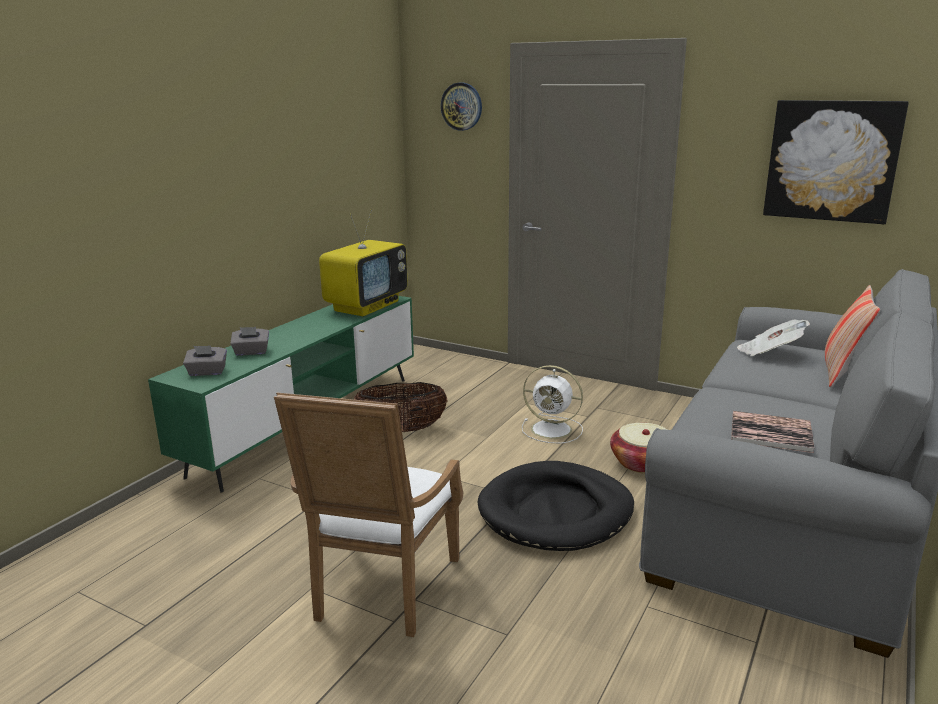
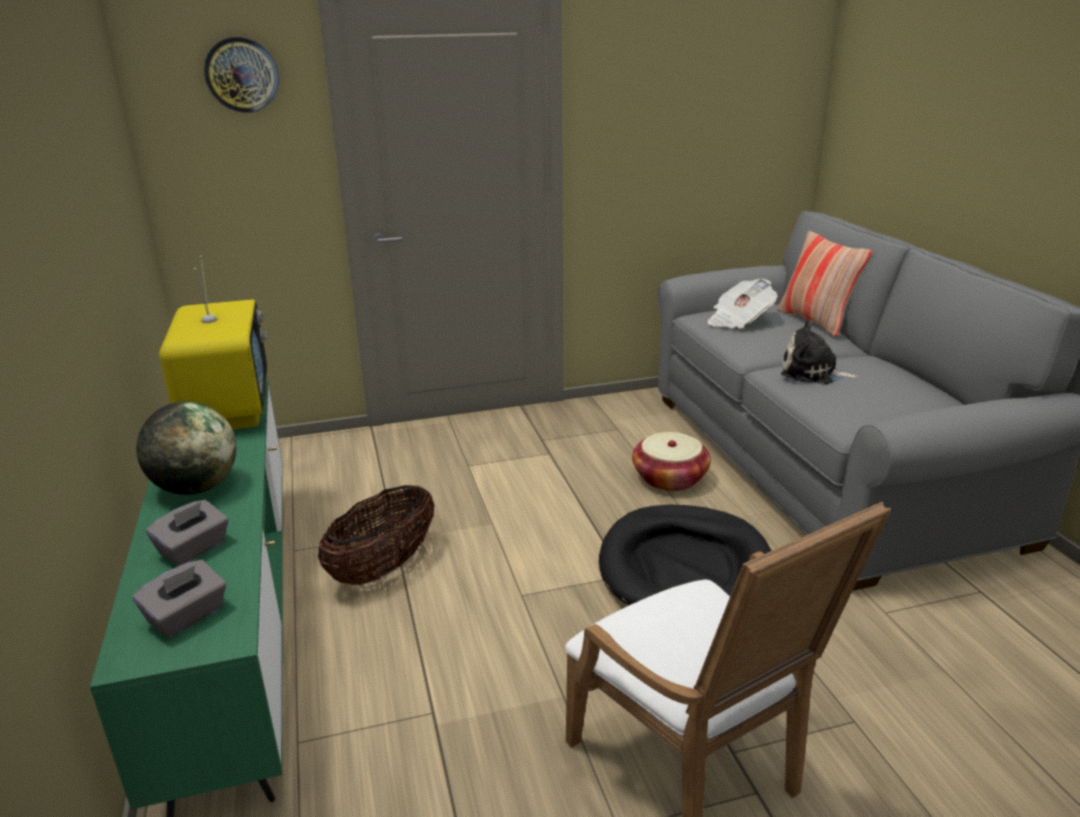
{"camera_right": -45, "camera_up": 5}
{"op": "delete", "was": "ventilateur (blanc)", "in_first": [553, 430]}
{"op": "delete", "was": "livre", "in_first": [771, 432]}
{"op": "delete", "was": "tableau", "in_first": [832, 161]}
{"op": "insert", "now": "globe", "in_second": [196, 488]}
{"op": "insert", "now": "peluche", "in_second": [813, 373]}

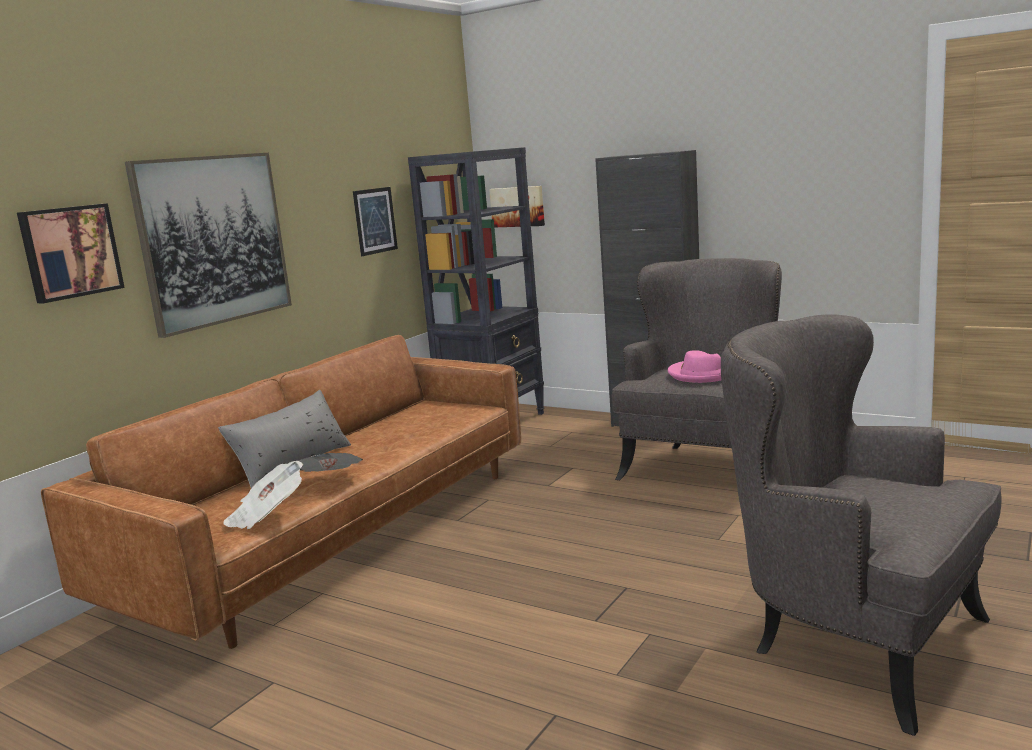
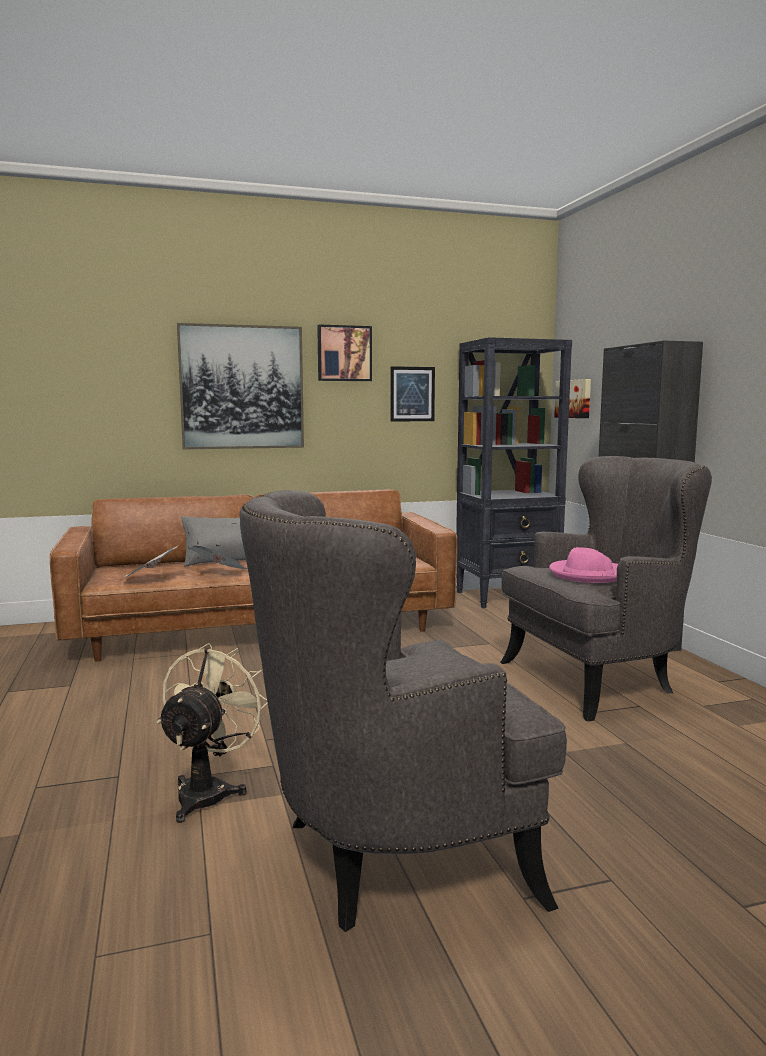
{"camera_right": 40, "camera_up": -5}
{"op": "move", "was": "tableau", "in_first": [70, 252], "in_second": [344, 353]}
{"op": "rotate", "was": "fauteuil (gris)", "in_first": [852, 639], "in_second": [388, 855], "clockwise": -105}
{"op": "insert", "now": "ventilateur (beige)", "in_second": [209, 791]}

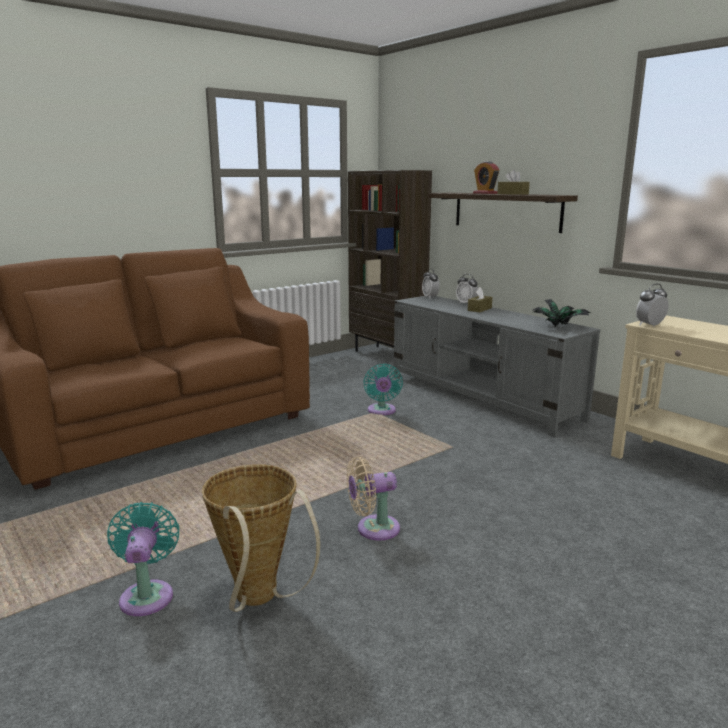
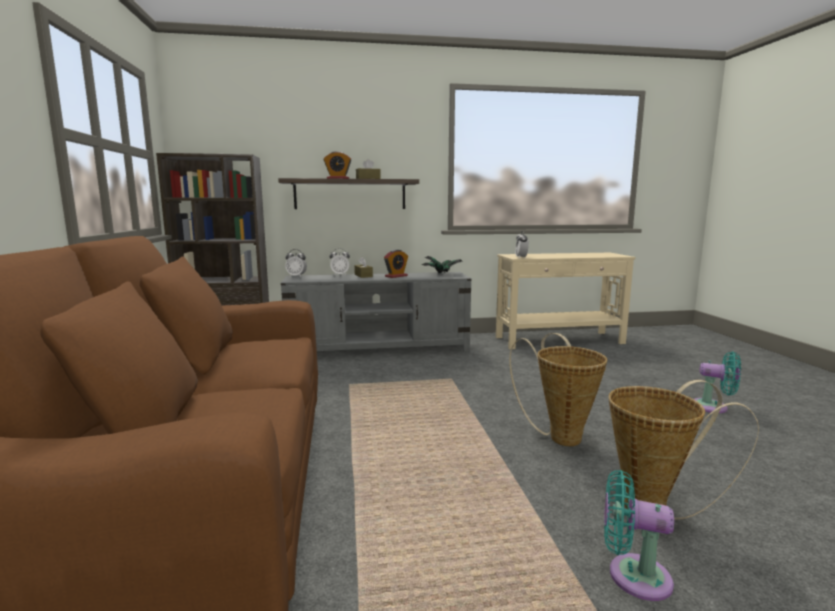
{"camera_right": -60, "camera_up": -5}
{"op": "replace", "was": "ventilateur (beige)", "now": "panier", "in_first": [373, 529], "in_second": [560, 436]}
{"op": "move", "was": "ventilateur (turquoise)", "in_first": [381, 411], "in_second": [713, 407]}
{"op": "insert", "now": "réveil", "in_second": [396, 276]}

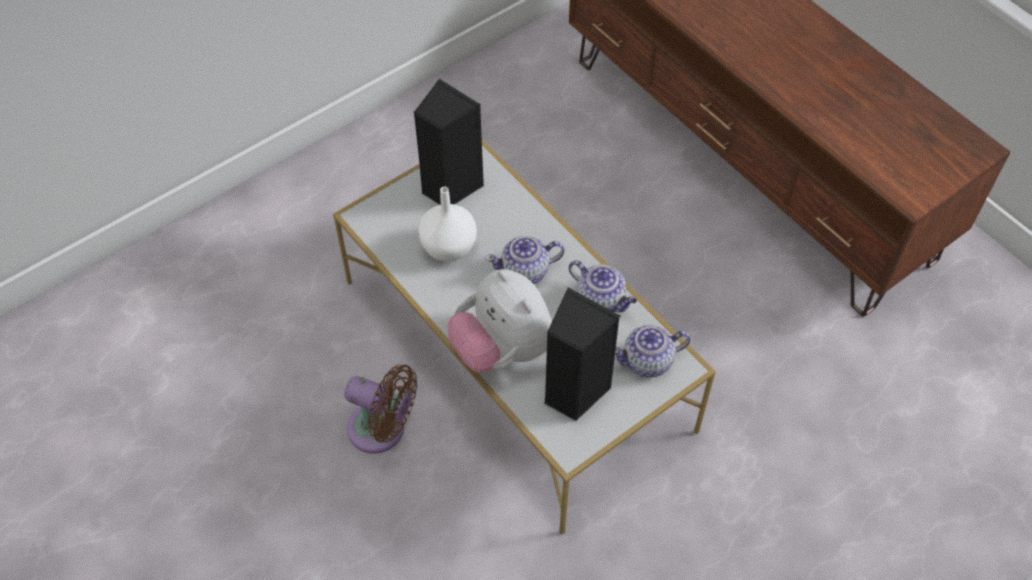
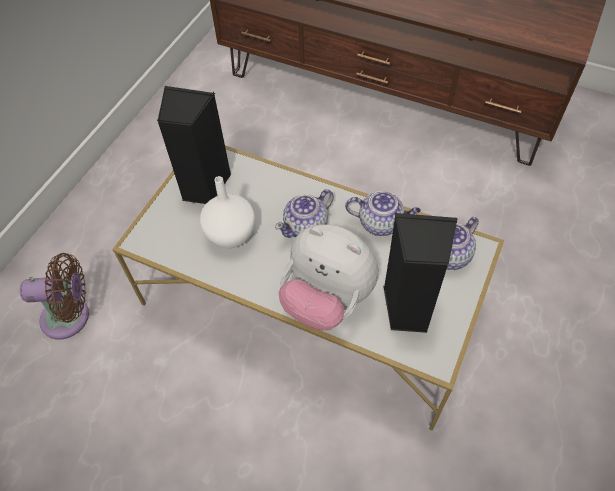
{"camera_right": -25, "camera_up": 0}
{"op": "move", "was": "ventilateur (marron)", "in_first": [382, 430], "in_second": [71, 317]}

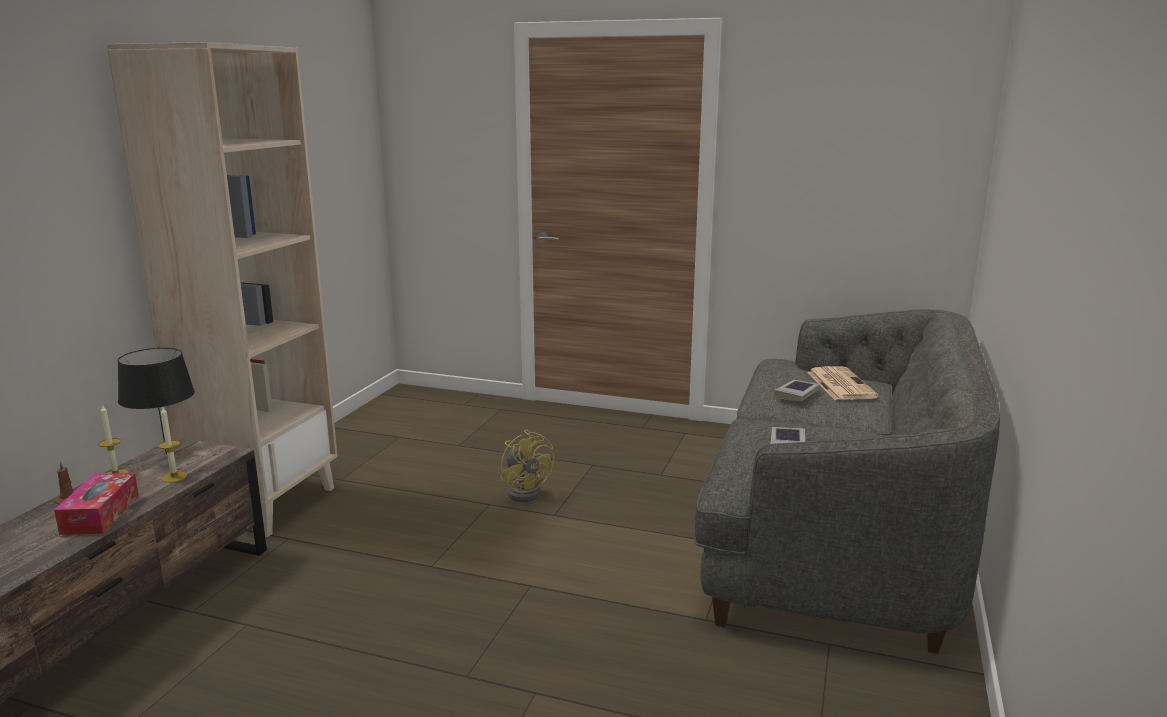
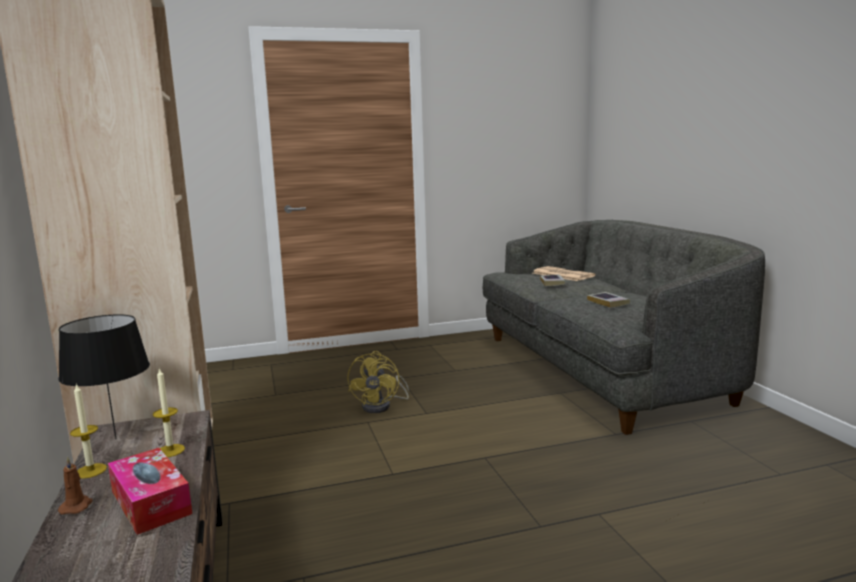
{"camera_right": -35, "camera_up": -5}
{"op": "rotate", "was": "ventilateur (jaune)", "in_first": [526, 491], "in_second": [382, 406], "clockwise": 75}

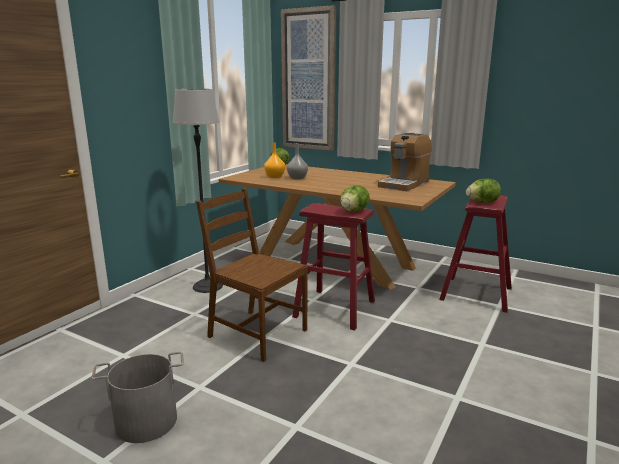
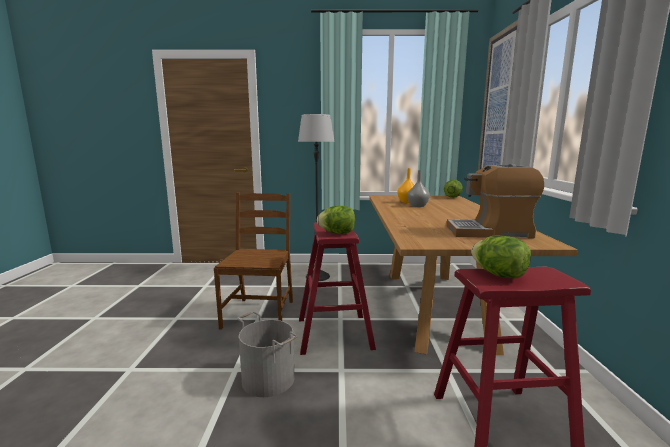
{"camera_right": 60, "camera_up": -5}
{"op": "move", "was": "seau (gris)", "in_first": [146, 421], "in_second": [269, 378]}

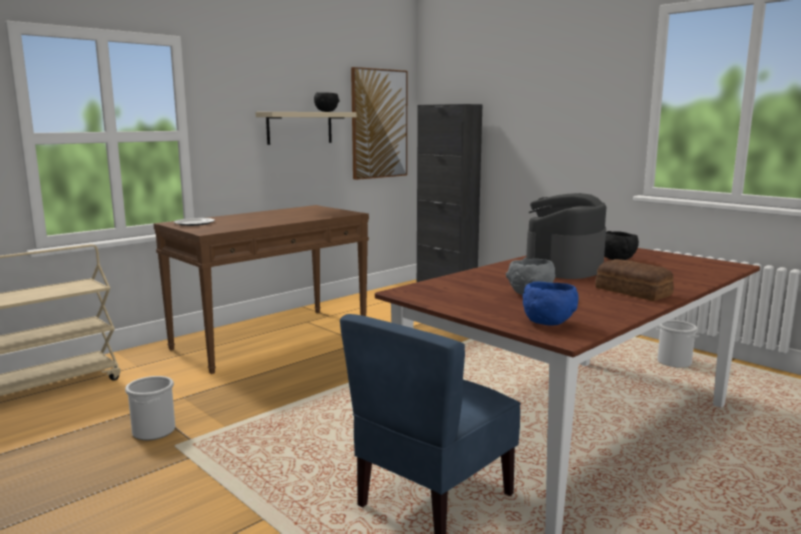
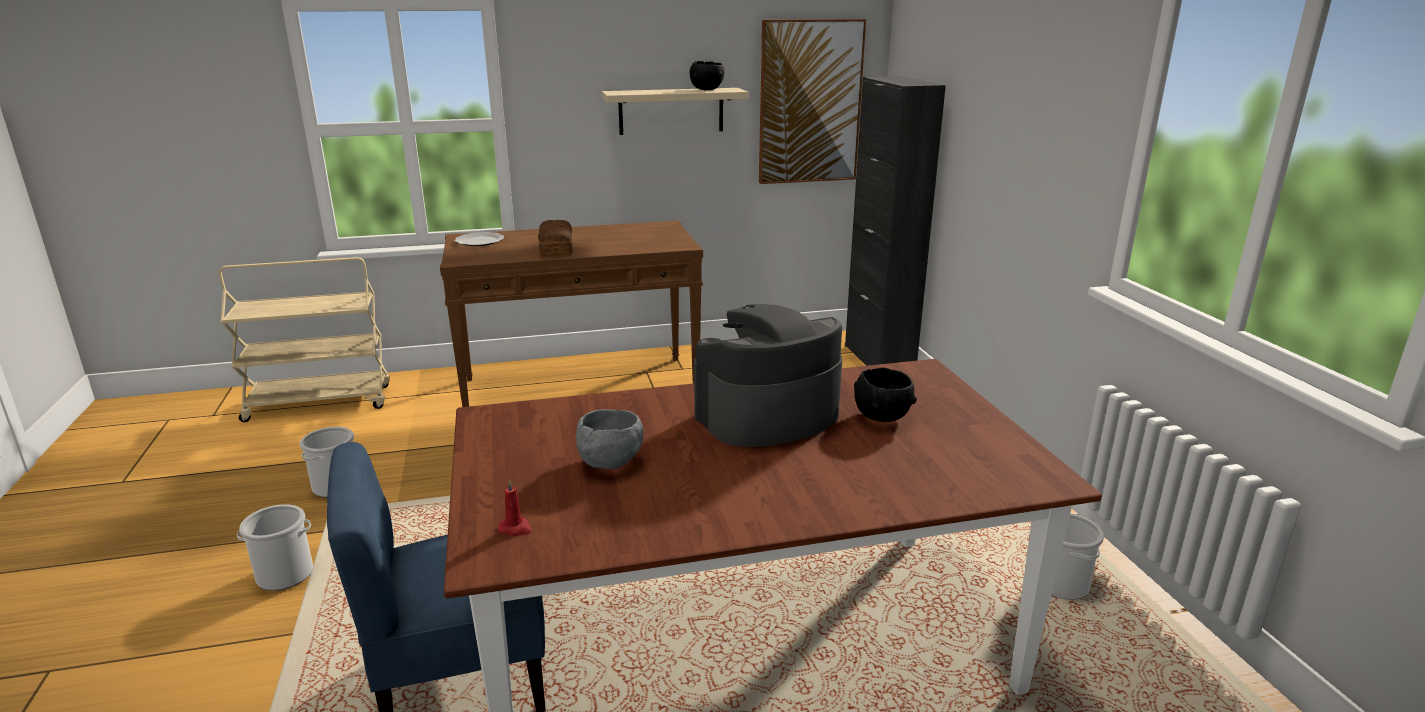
{"camera_right": 30, "camera_up": 10}
{"op": "replace", "was": "bol (bleu)", "now": "bougie (rouge)", "in_first": [548, 323], "in_second": [516, 529]}
{"op": "move", "was": "pain", "in_first": [633, 292], "in_second": [555, 249]}
{"op": "insert", "now": "seau", "in_second": [286, 574]}

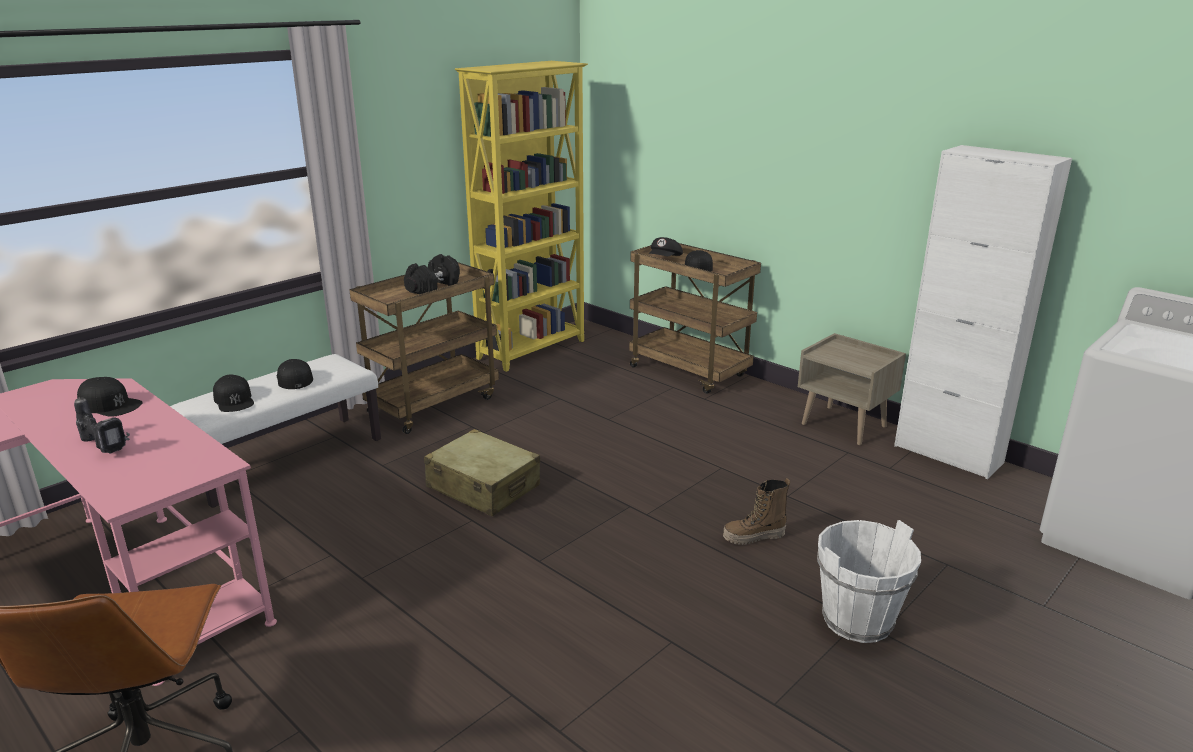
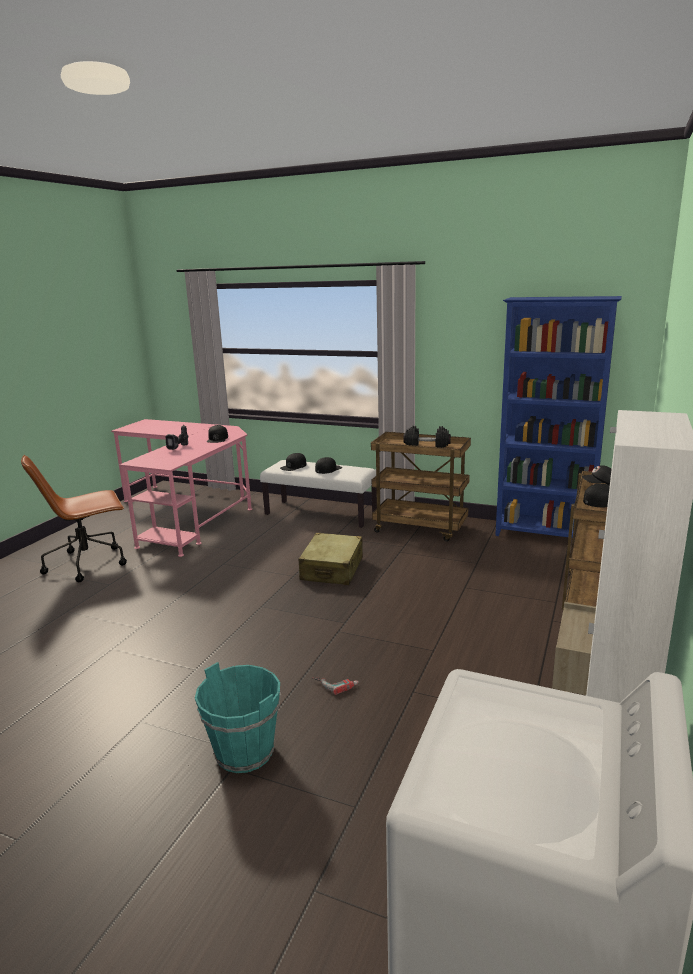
{"camera_right": 70, "camera_up": -5}
{"op": "recolor", "was": "bibliothèque (jaune)", "now": "bibliothèque (bleu)", "in_first": [533, 350], "in_second": [544, 535]}
{"op": "replace", "was": "botte", "now": "perceuse", "in_first": [754, 537], "in_second": [336, 683]}
{"op": "recolor", "was": "seau (blanc)", "now": "seau (turquoise)", "in_first": [857, 620], "in_second": [244, 752]}

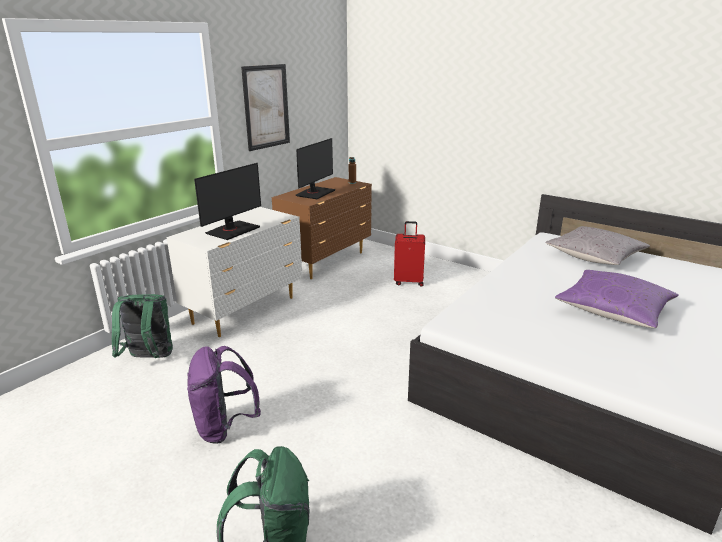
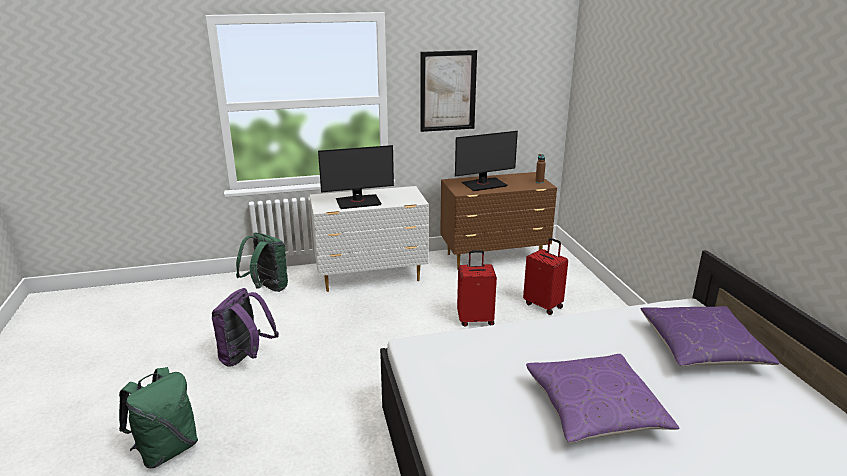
{"camera_right": 40, "camera_up": 0}
{"op": "recolor", "was": "coussin (gris)", "now": "coussin (violet)", "in_first": [594, 256], "in_second": [701, 349]}
{"op": "insert", "now": "valise (rouge)", "in_second": [475, 319]}

